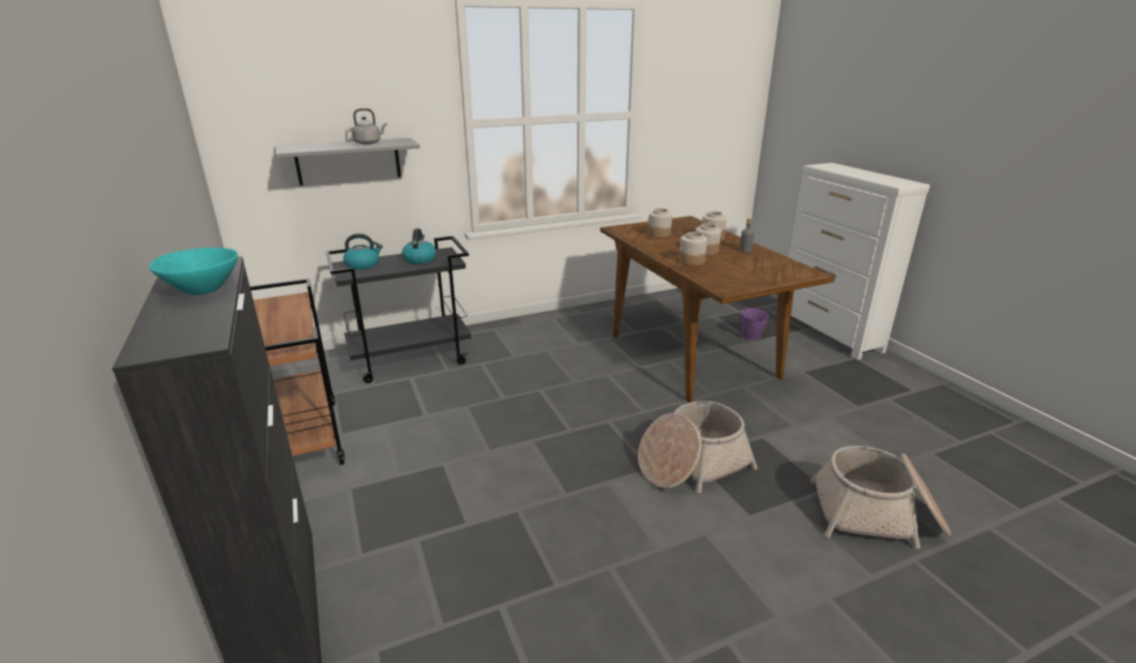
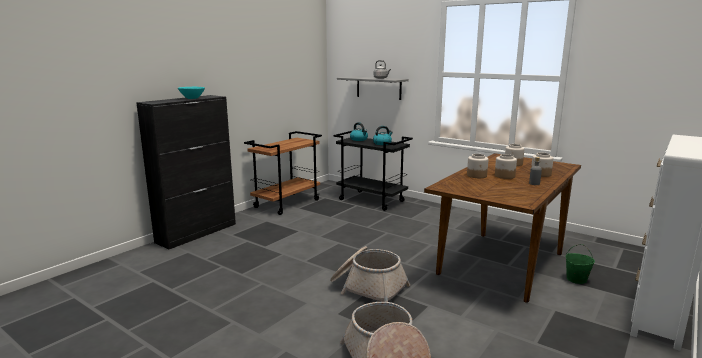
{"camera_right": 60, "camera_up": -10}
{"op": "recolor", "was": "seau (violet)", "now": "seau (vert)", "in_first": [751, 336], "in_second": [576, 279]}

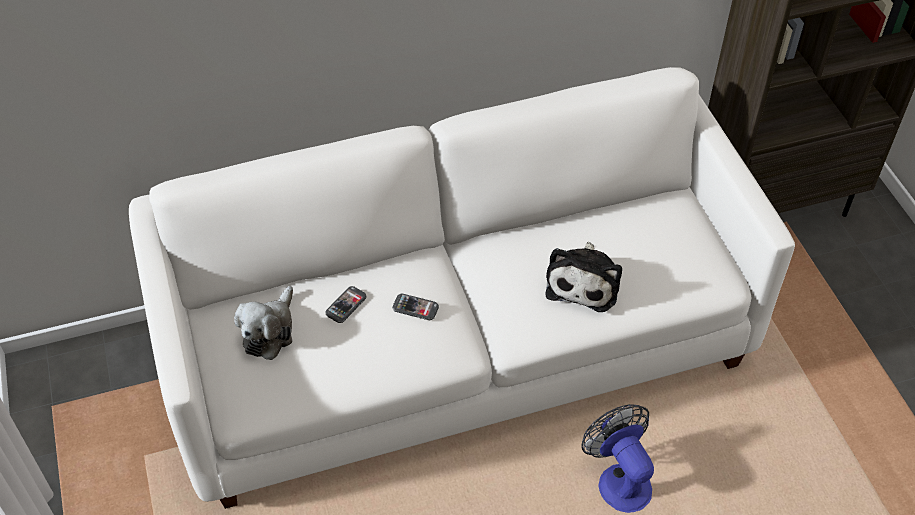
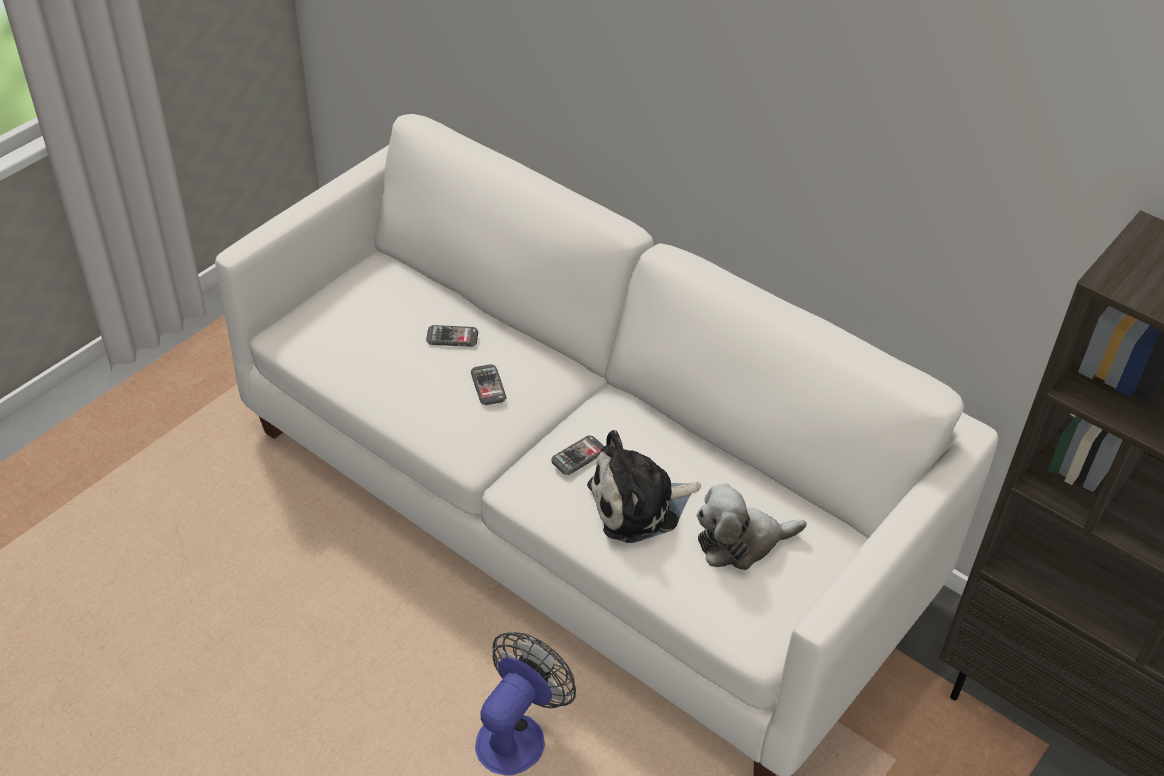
{"camera_right": 55, "camera_up": -5}
{"op": "move", "was": "peluche", "in_first": [270, 331], "in_second": [741, 542]}
{"op": "insert", "now": "téléphone", "in_second": [578, 456]}

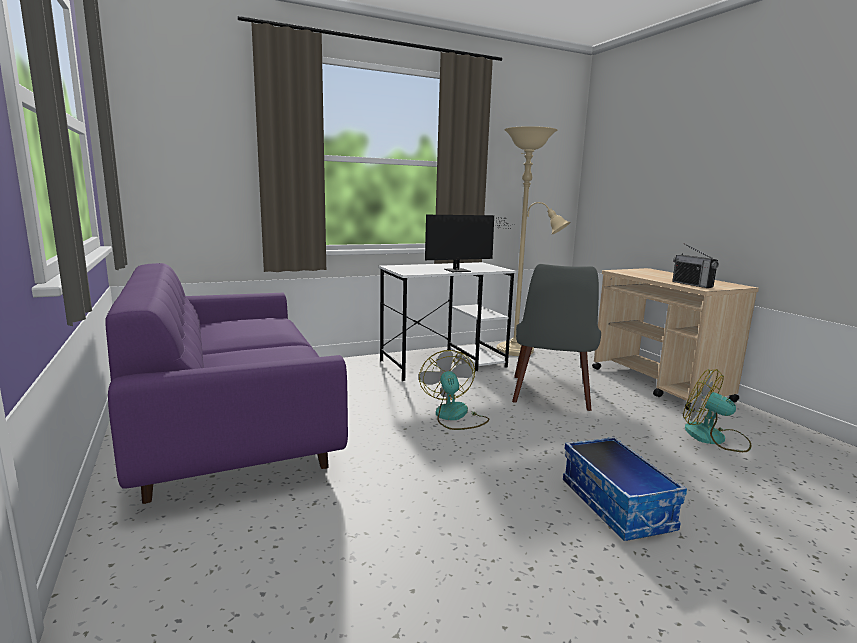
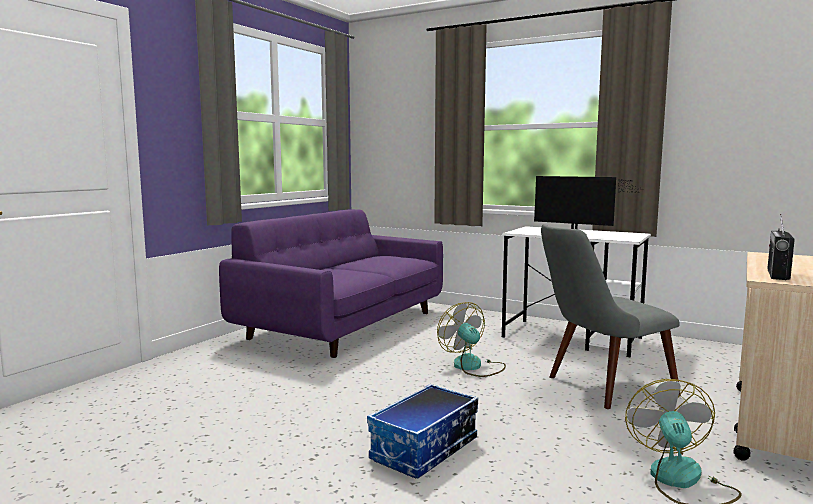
{"camera_right": 55, "camera_up": -5}
{"op": "rotate", "was": "ventilateur", "in_first": [454, 416], "in_second": [473, 366], "clockwise": -75}
{"op": "delete", "was": "lampadaire (beige)", "in_first": [519, 351]}

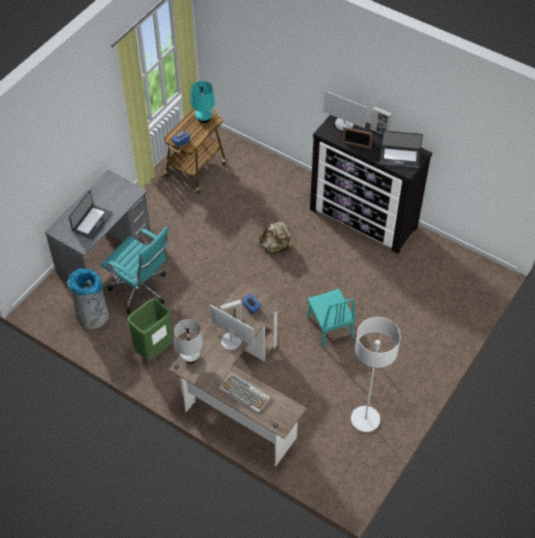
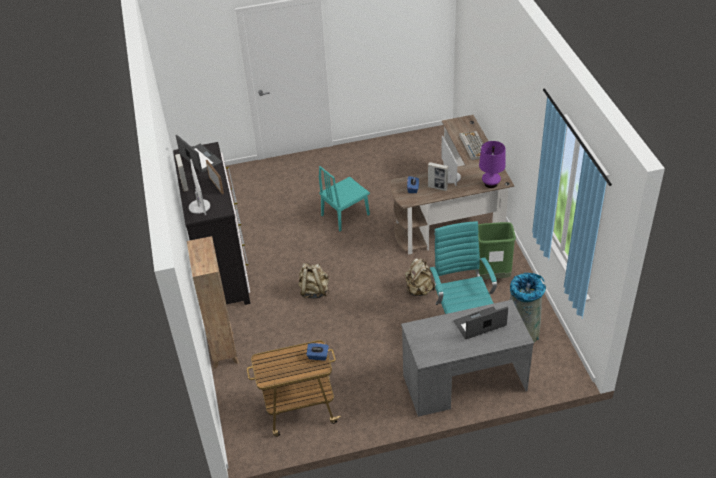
{"camera_right": -135, "camera_up": -10}
{"op": "recolor", "was": "lampe de table (blanc)", "now": "lampe de table (violet)", "in_first": [190, 357], "in_second": [491, 184]}
{"op": "delete", "was": "lampe de table (turquoise)", "in_first": [203, 118]}
{"op": "rotate", "was": "chaise (turquoise)", "in_first": [329, 327], "in_second": [345, 215], "clockwise": -150}
{"op": "delete", "was": "lampadaire (gris)", "in_first": [365, 419]}
{"op": "insert", "now": "bibliothèque (marron)", "in_second": [223, 349]}
{"op": "insert", "now": "sac à dos (beige)", "in_second": [419, 290]}

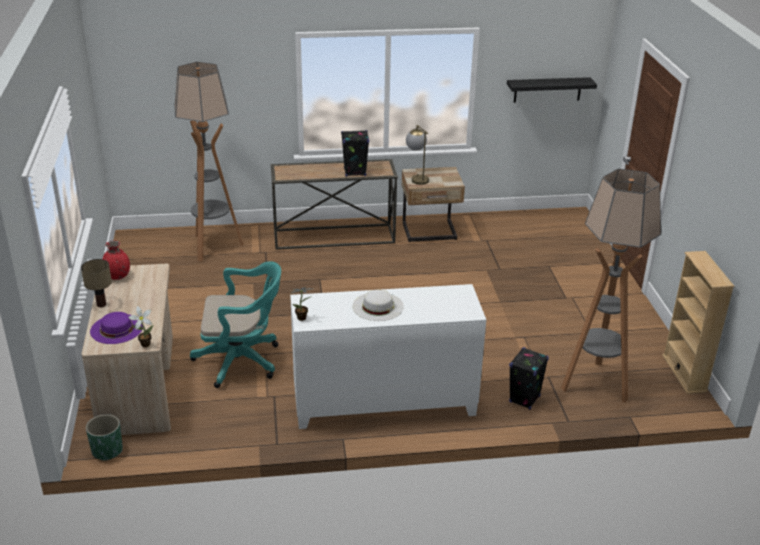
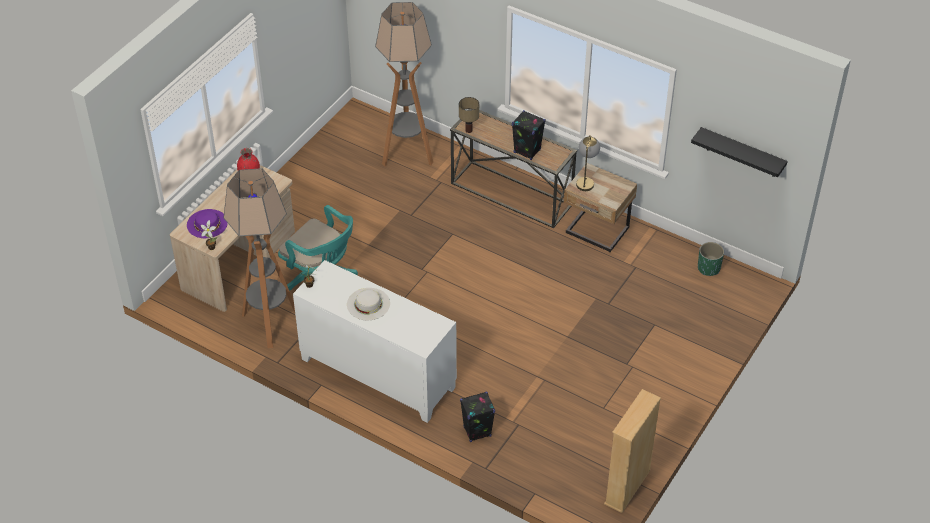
{"camera_right": 40, "camera_up": 15}
{"op": "move", "was": "lampe de table", "in_first": [101, 304], "in_second": [468, 130]}
{"op": "move", "was": "cache-pot (vert)", "in_first": [107, 450], "in_second": [709, 268]}
{"op": "move", "was": "lampadaire", "in_first": [595, 384], "in_second": [270, 324]}

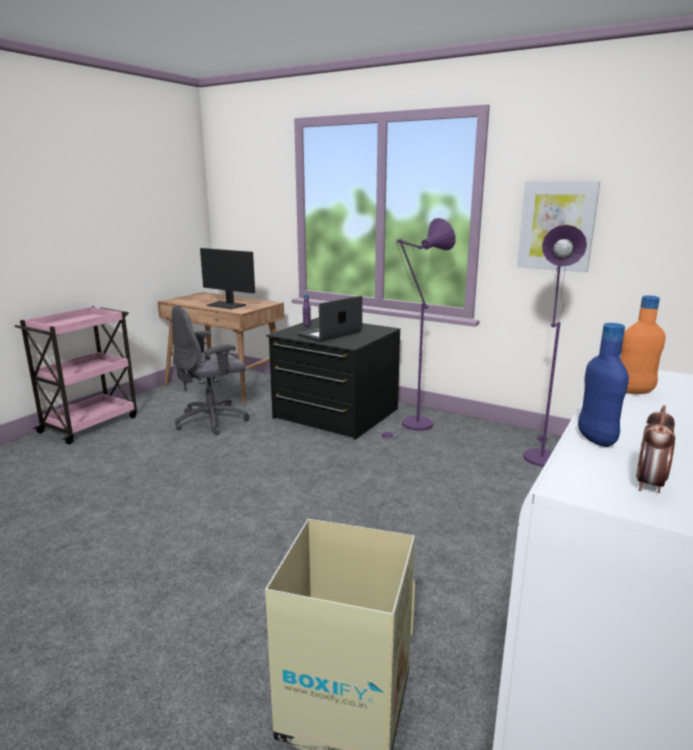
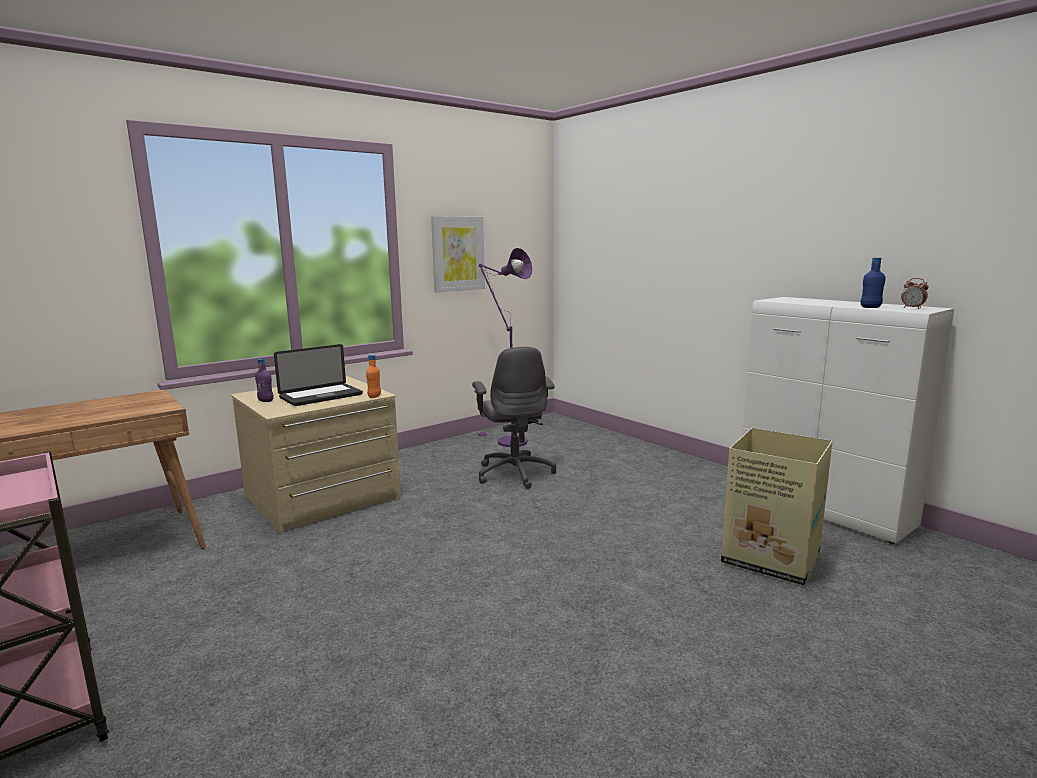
{"camera_right": -70, "camera_up": -5}
{"op": "move", "was": "chaise de bureau (gris)", "in_first": [213, 420], "in_second": [515, 473]}
{"op": "delete", "was": "écran d'ordinateur", "in_first": [226, 305]}
{"op": "recolor", "was": "commode (noir)", "now": "commode (beige)", "in_first": [335, 414], "in_second": [323, 498]}
{"op": "rotate", "was": "ordinateur portable", "in_first": [330, 334], "in_second": [321, 396], "clockwise": -105}
{"op": "delete", "was": "lampadaire (violet)", "in_first": [413, 426]}
{"op": "move", "was": "bouteille (orange)", "in_first": [634, 391], "in_second": [374, 396]}

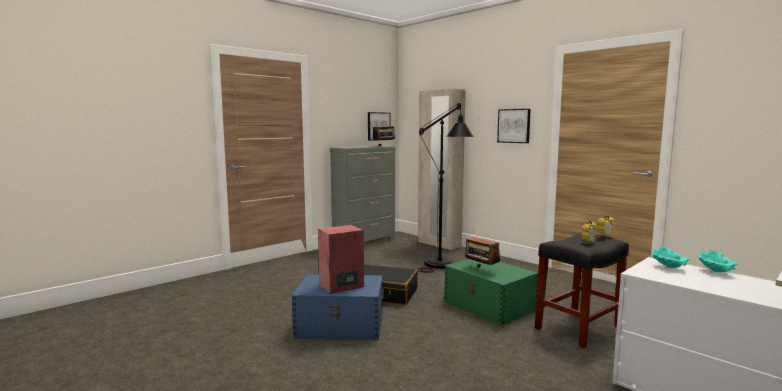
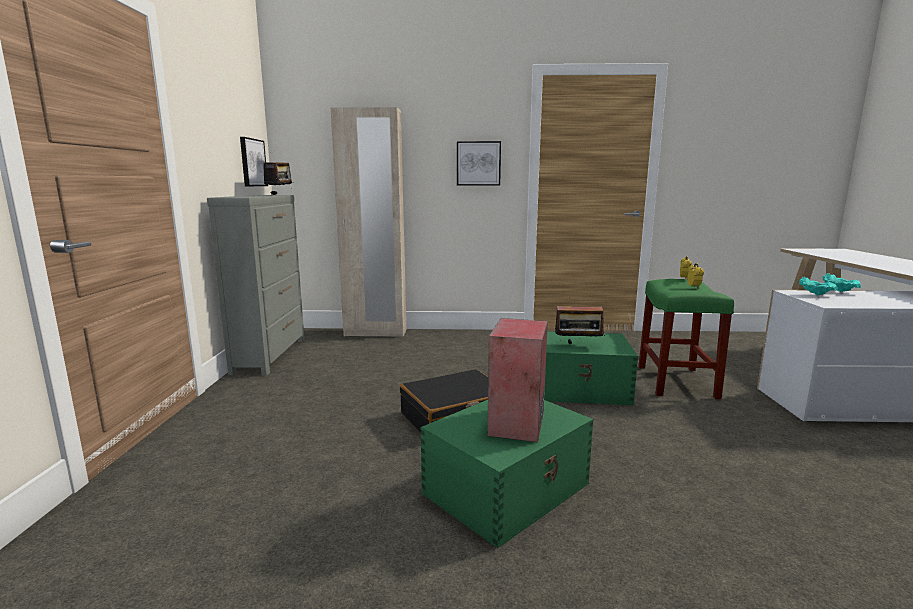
{"camera_right": -45, "camera_up": 5}
{"op": "recolor", "was": "boîte de rangement (bleu)", "now": "boîte de rangement (vert)", "in_first": [341, 325], "in_second": [508, 488]}
{"op": "delete", "was": "lampadaire (noir)", "in_first": [444, 261]}
{"op": "recolor", "was": "tabouret (noir)", "now": "tabouret (vert)", "in_first": [578, 327], "in_second": [675, 381]}

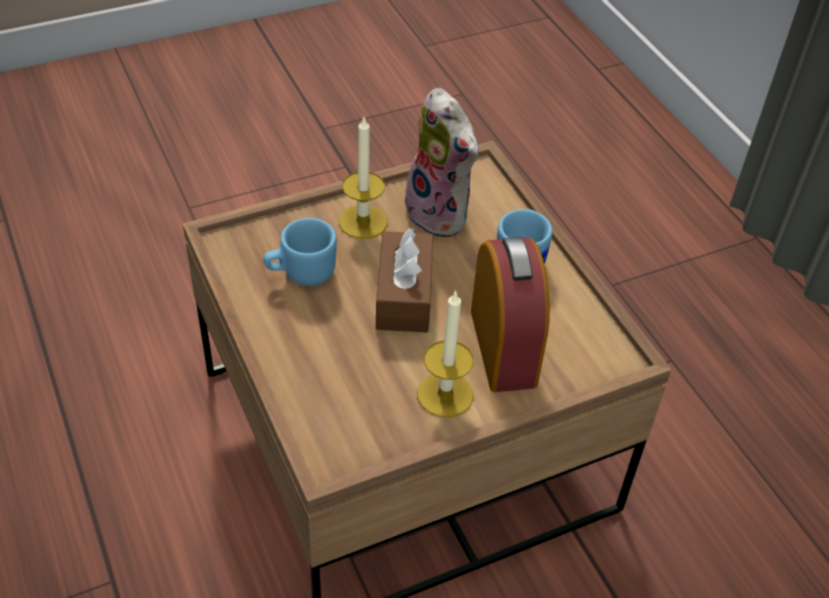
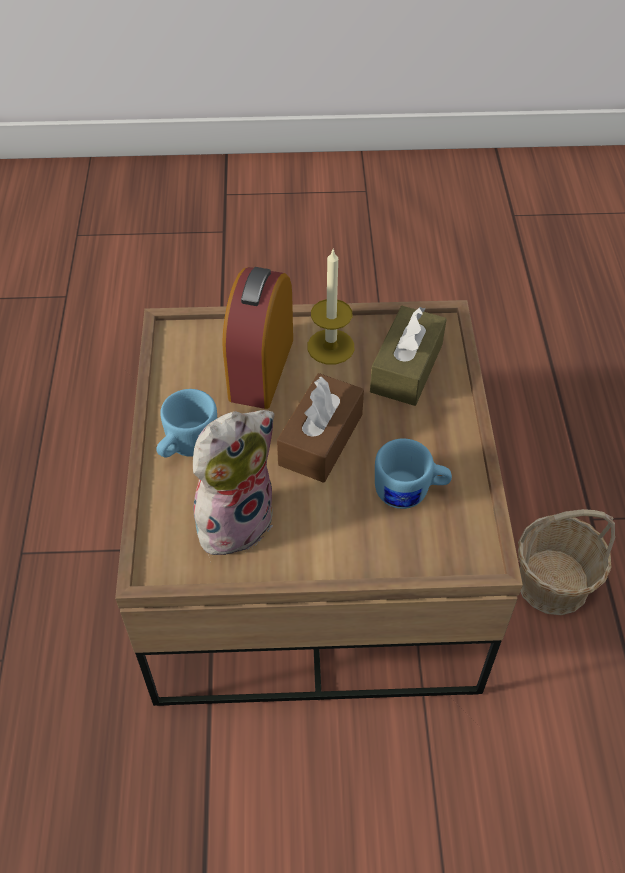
{"camera_right": -155, "camera_up": 5}
{"op": "delete", "was": "bougie", "in_first": [363, 222]}
{"op": "rotate", "was": "peluche", "in_first": [442, 214], "in_second": [234, 519], "clockwise": 60}
{"op": "insert", "now": "boîte à mouchoirs (marron)", "in_second": [406, 368]}
{"op": "insert", "now": "panier", "in_second": [553, 583]}

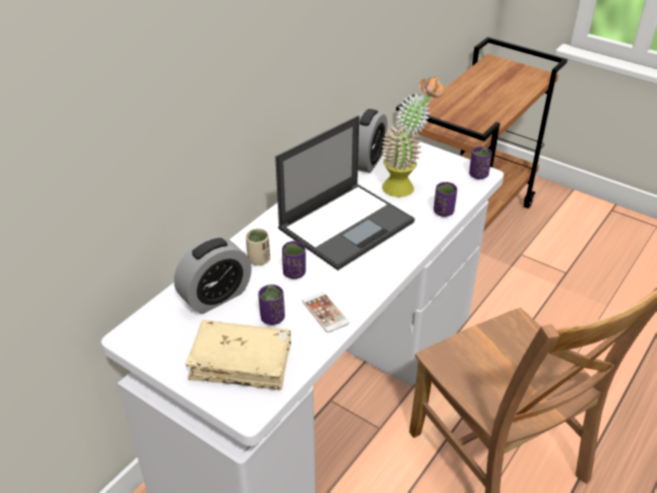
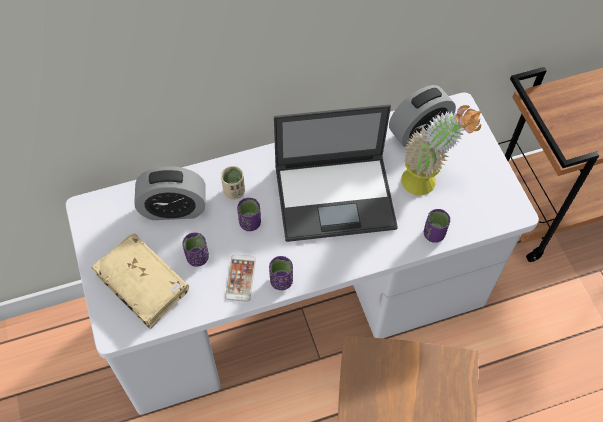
{"camera_right": 35, "camera_up": 20}
{"op": "move", "was": "tasse (violet)", "in_first": [478, 175], "in_second": [281, 281]}

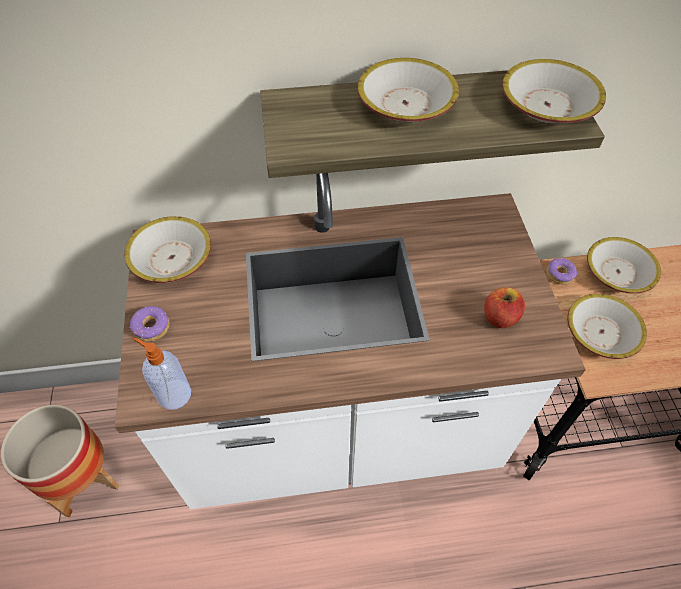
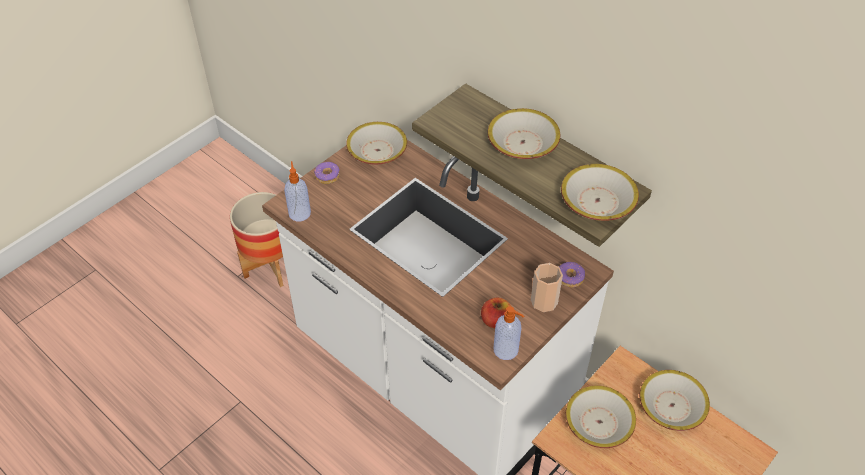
{"camera_right": 50, "camera_up": -5}
{"op": "move", "was": "beignet", "in_first": [560, 274], "in_second": [570, 278]}
{"op": "insert", "now": "distributeur de savon", "in_second": [506, 350]}
{"op": "insert", "now": "tasse", "in_second": [544, 301]}

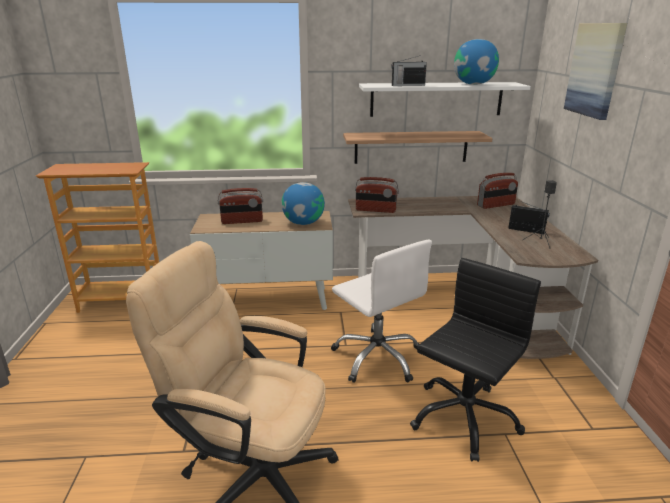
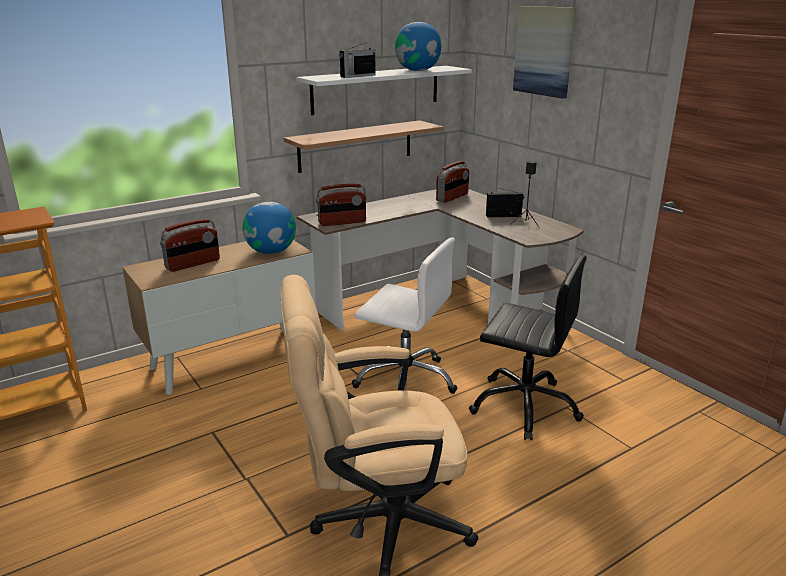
{"camera_right": -30, "camera_up": 0}
{"op": "rotate", "was": "chaise de bureau (noir)", "in_first": [463, 417], "in_second": [525, 406], "clockwise": 105}

